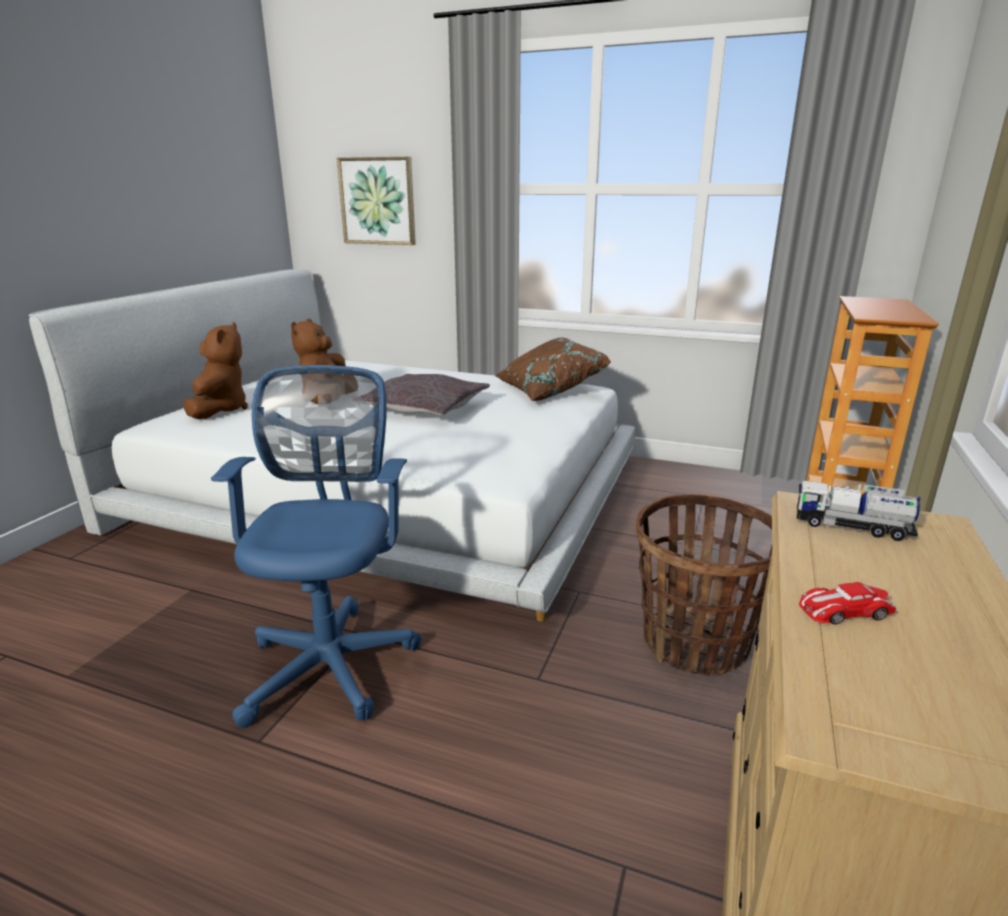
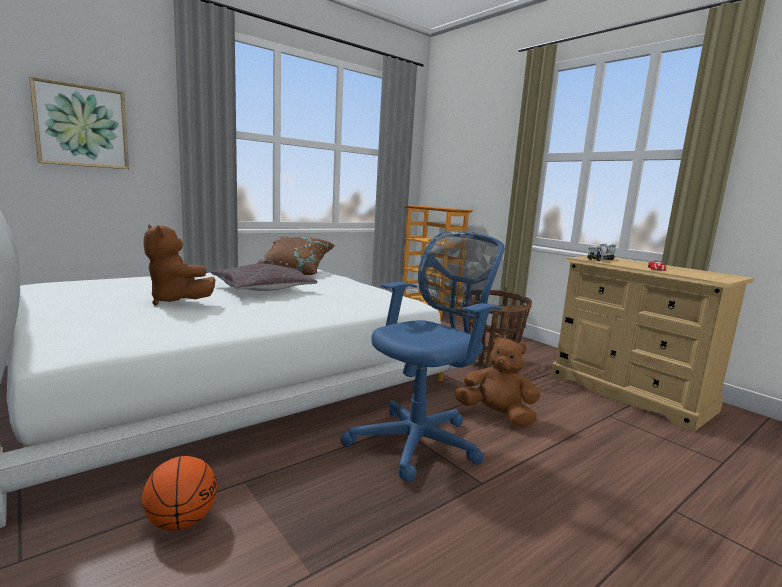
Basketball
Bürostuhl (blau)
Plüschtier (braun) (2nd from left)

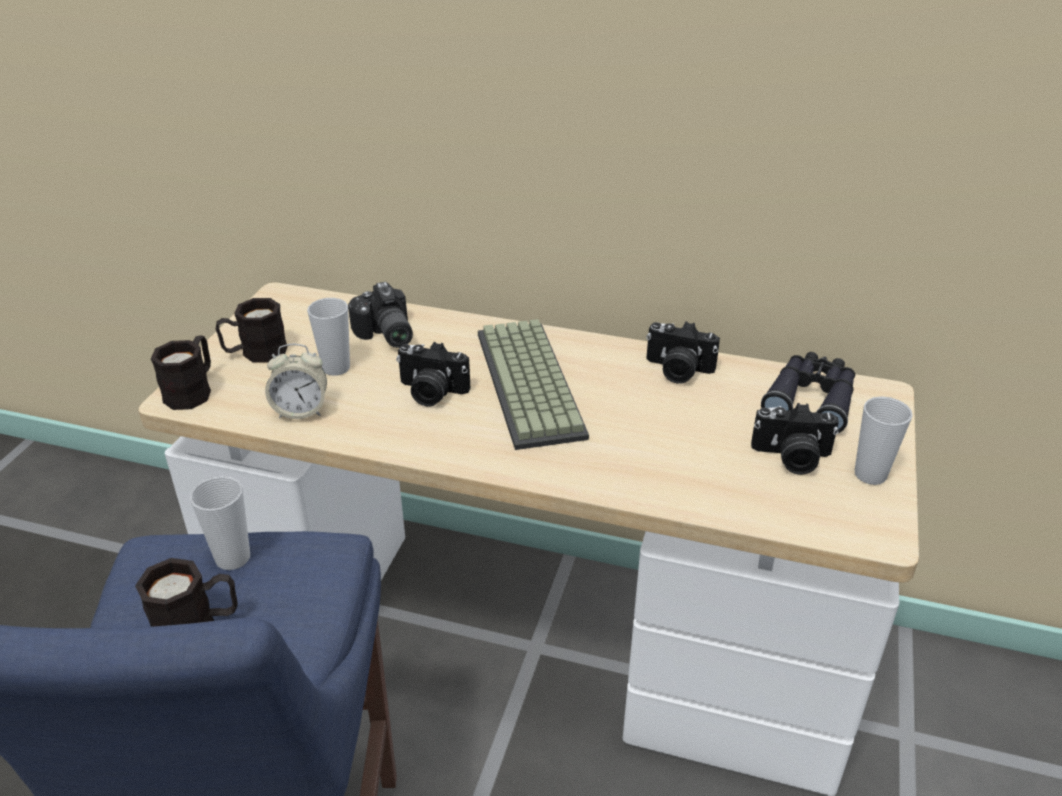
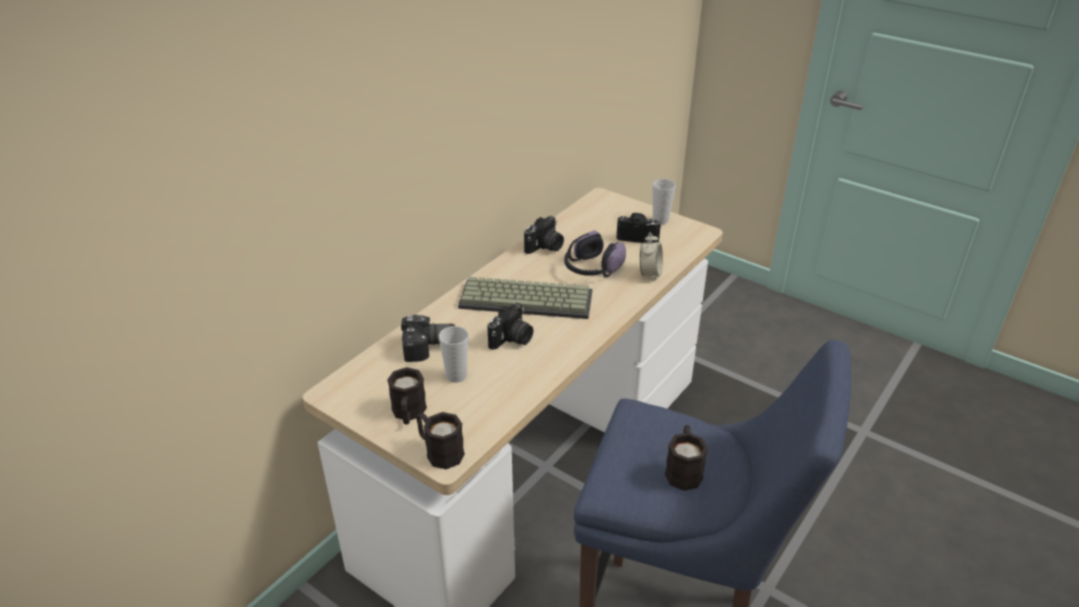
Kopfhörer
Kamera (4th from left)
Wecker
Tasse (1st from left in the first image)
Fernglas (schwarz)

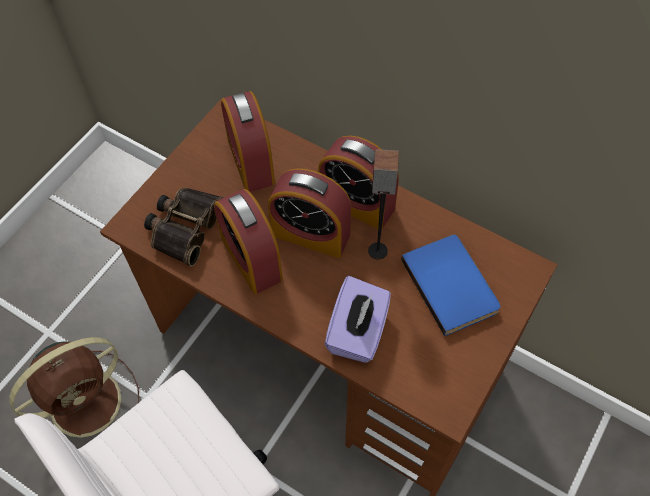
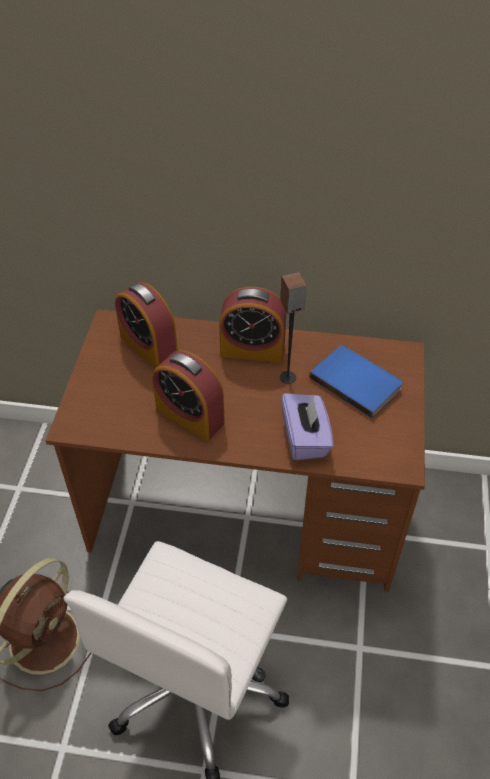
Fernglas
Wecker (3rd from left in the first image)

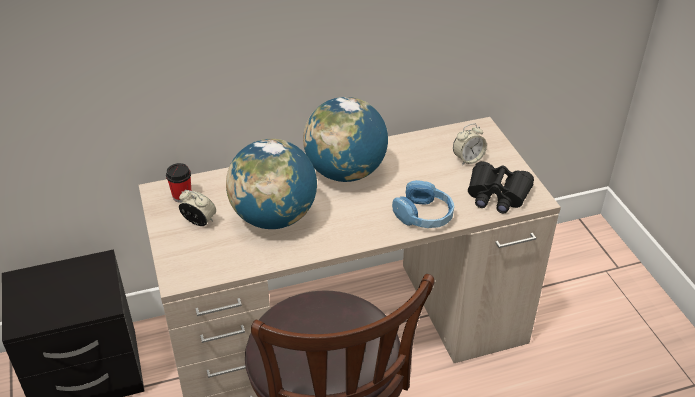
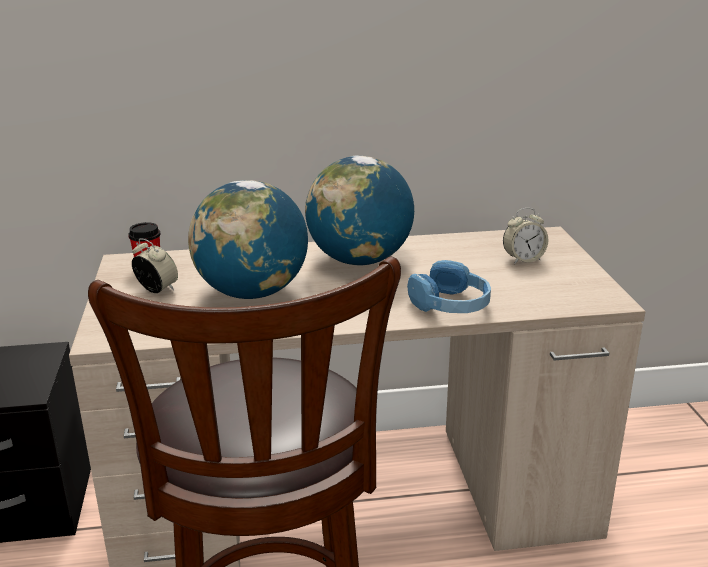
Fernglas (schwarz)

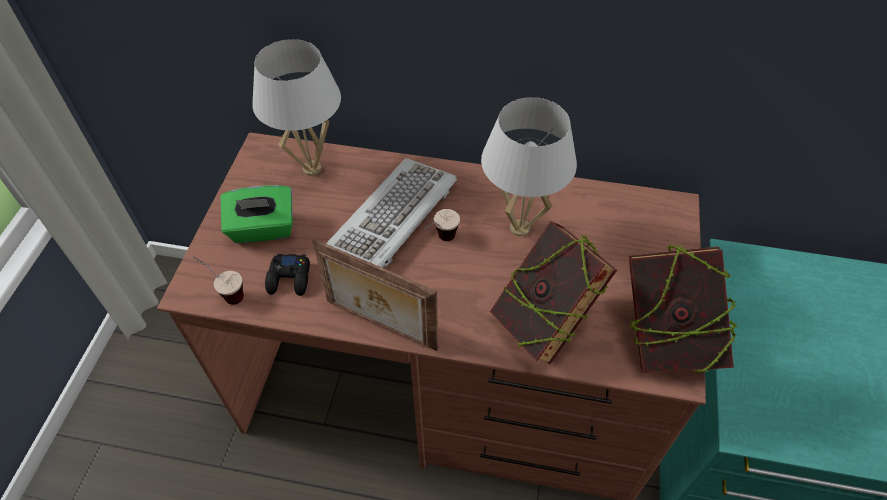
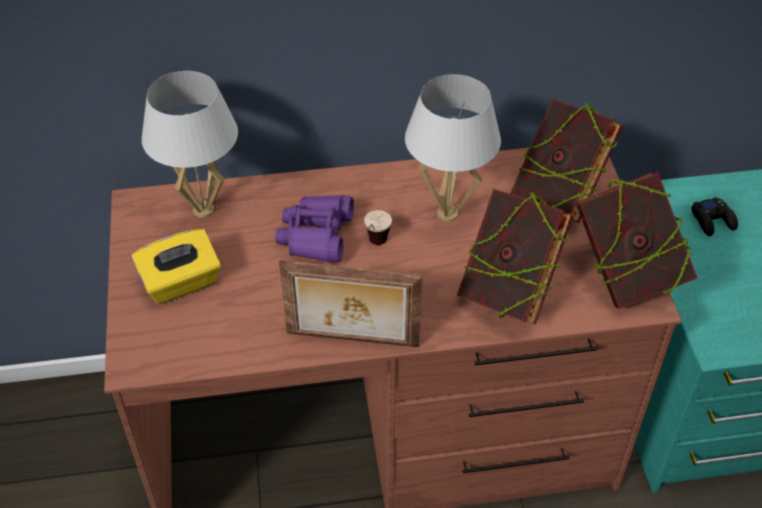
Taschentuchbox (gelb)
Fernglas (lila)
Buch (2nd from left)
Gamepad (schwarz)
Tasse (1st from left in the first image)

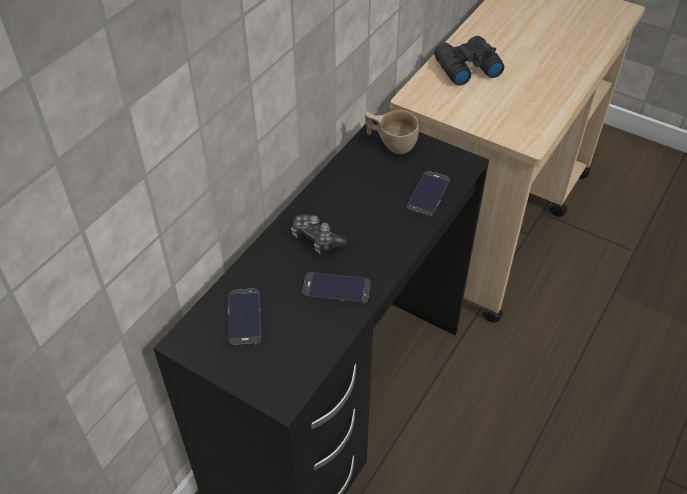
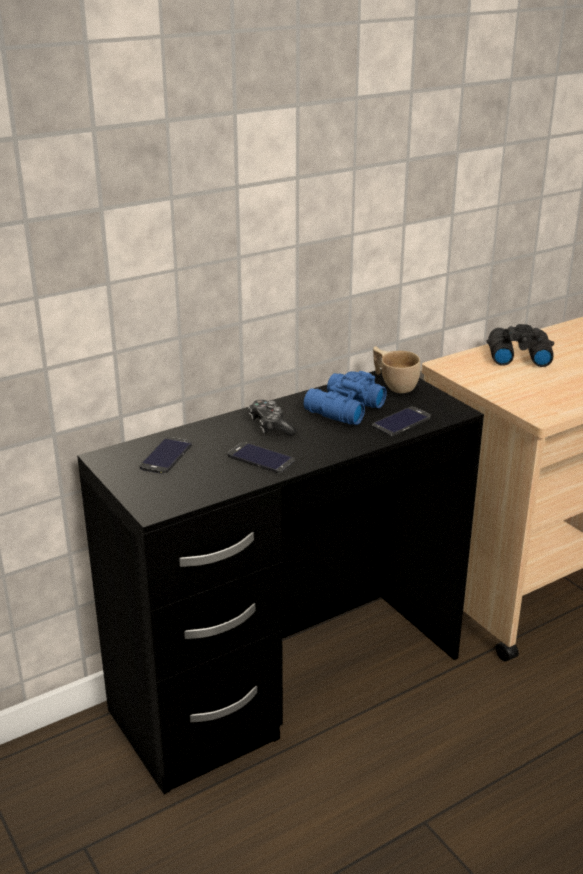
Fernglas (blau)

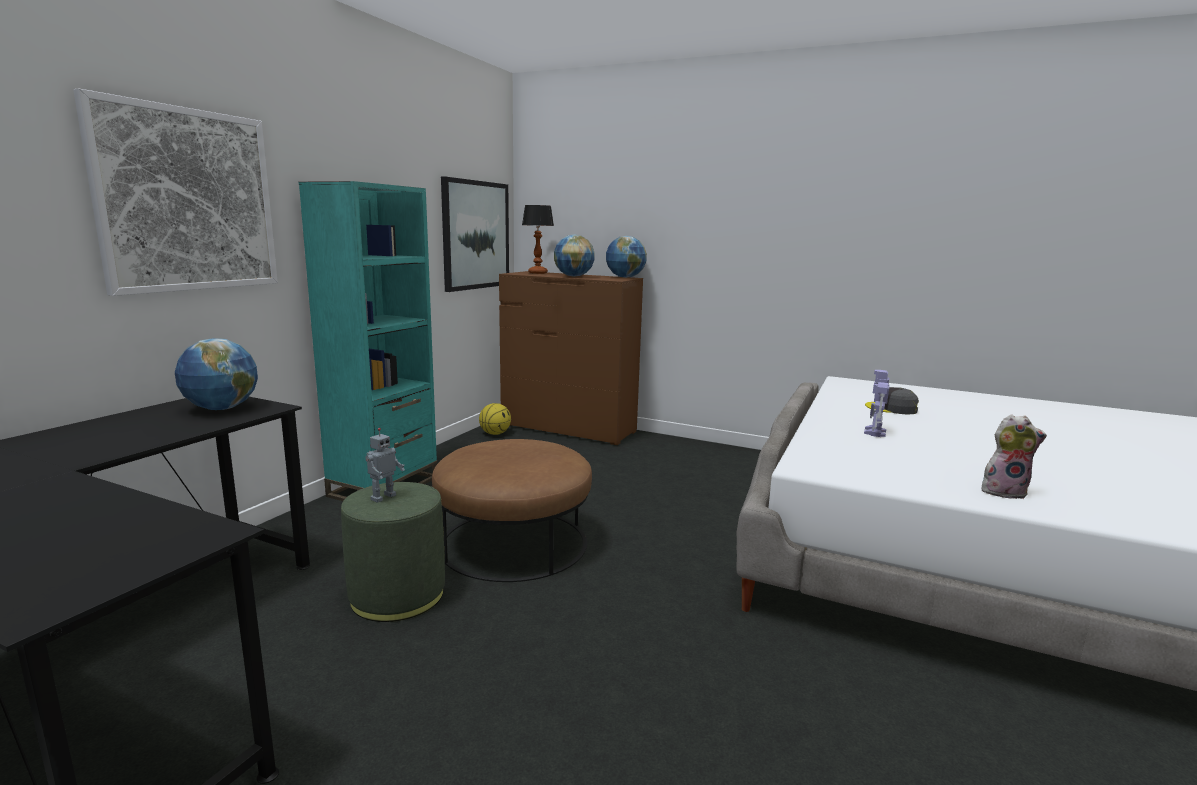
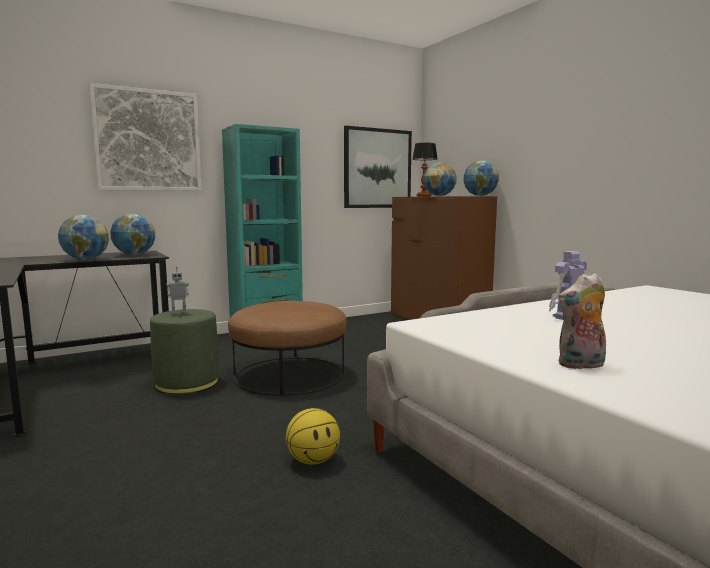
Globus (1st from left)
Basketball
Plüschtier
Kappe (grau)

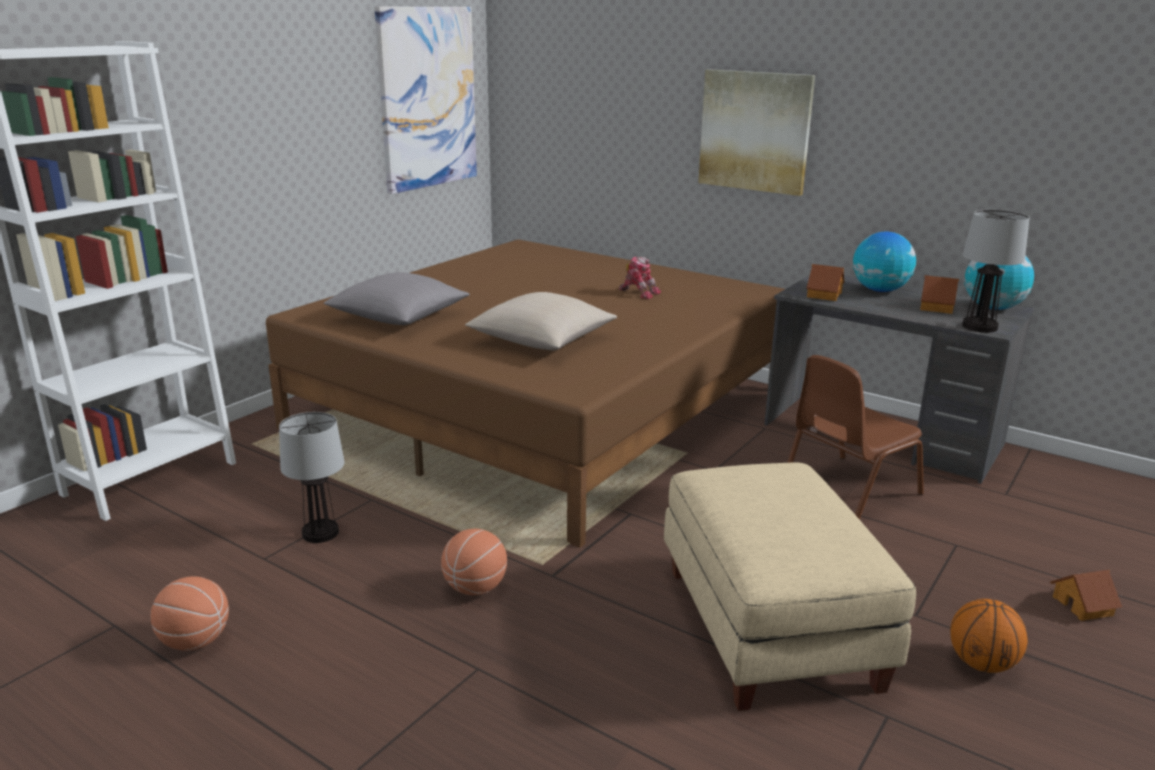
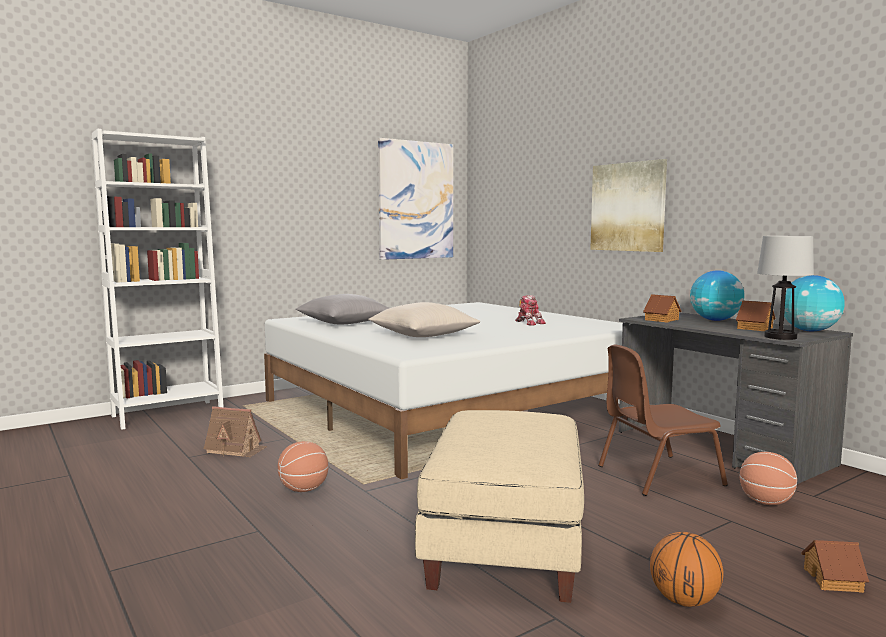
Spielzeughaus (1st from left)
Bett (weiß)
Basketball (3rd from left)

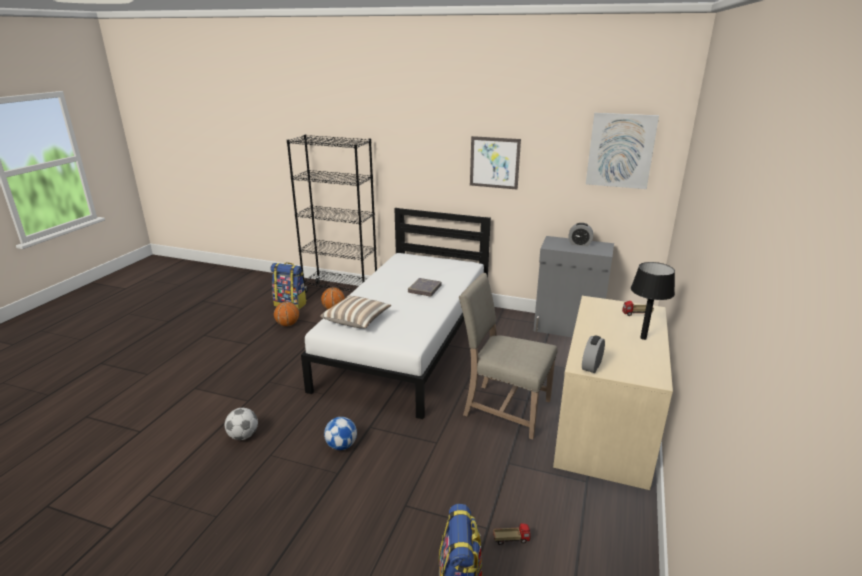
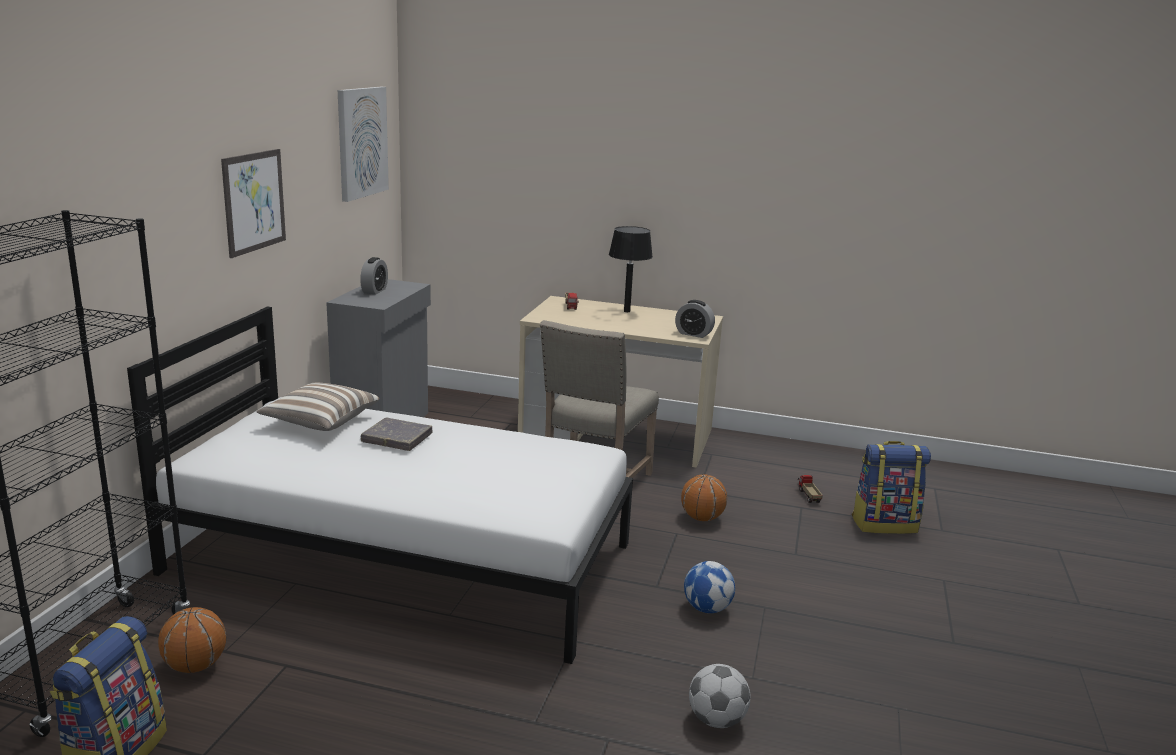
Kissen
Basketball (2nd from left)

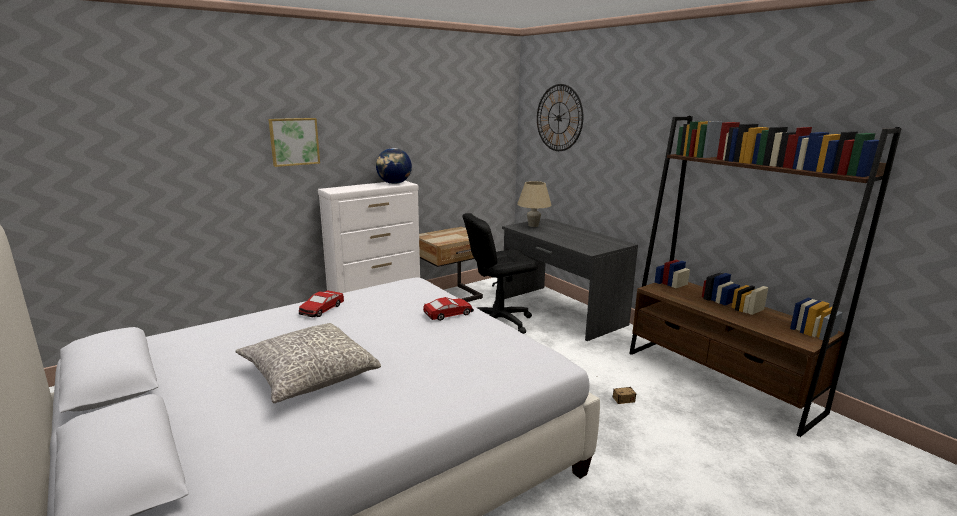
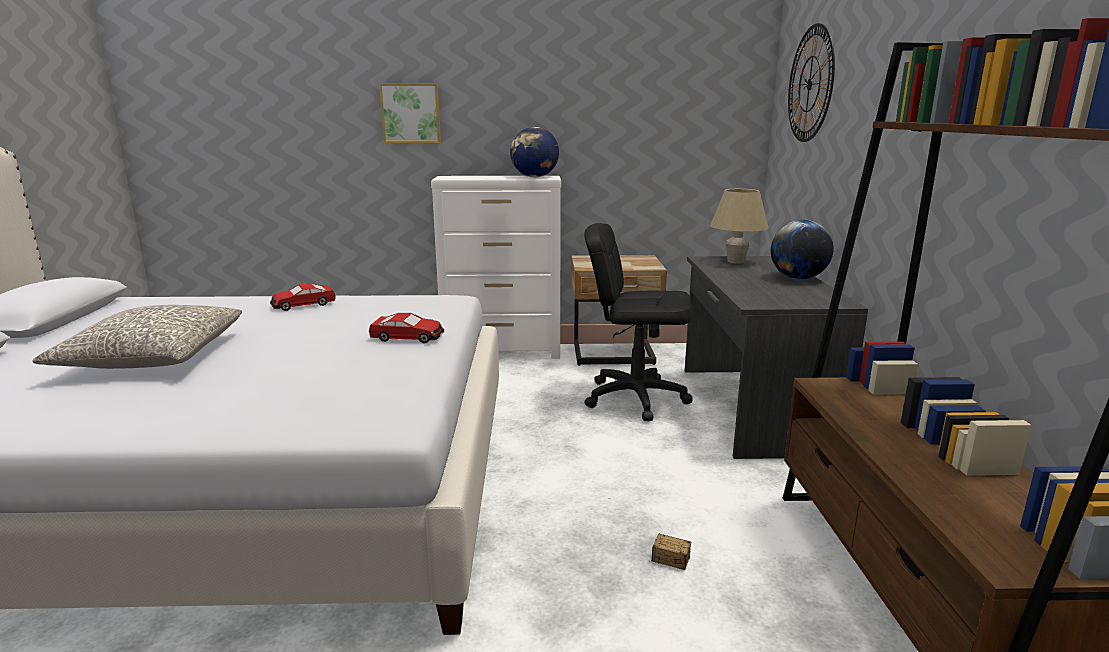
Globus (2nd from left)

